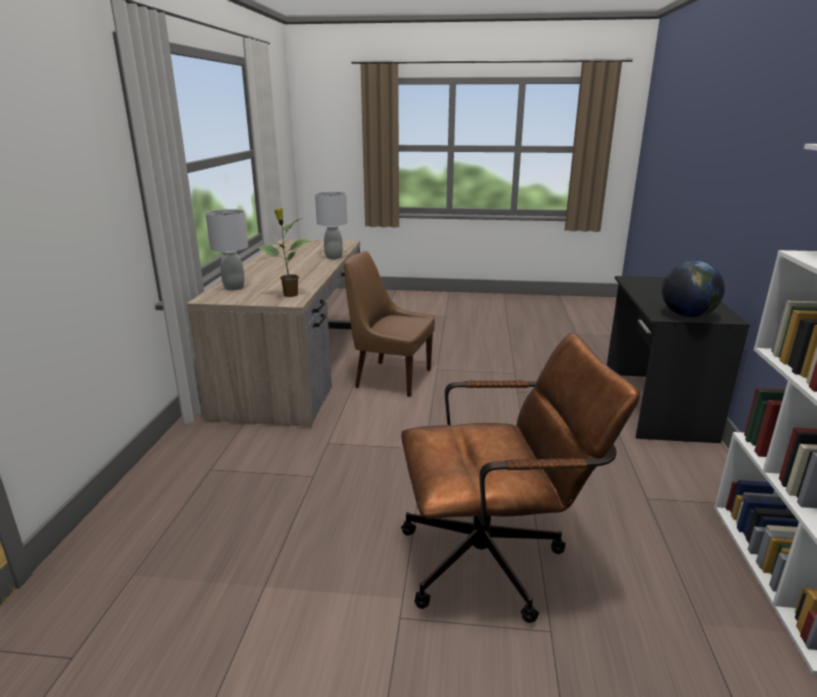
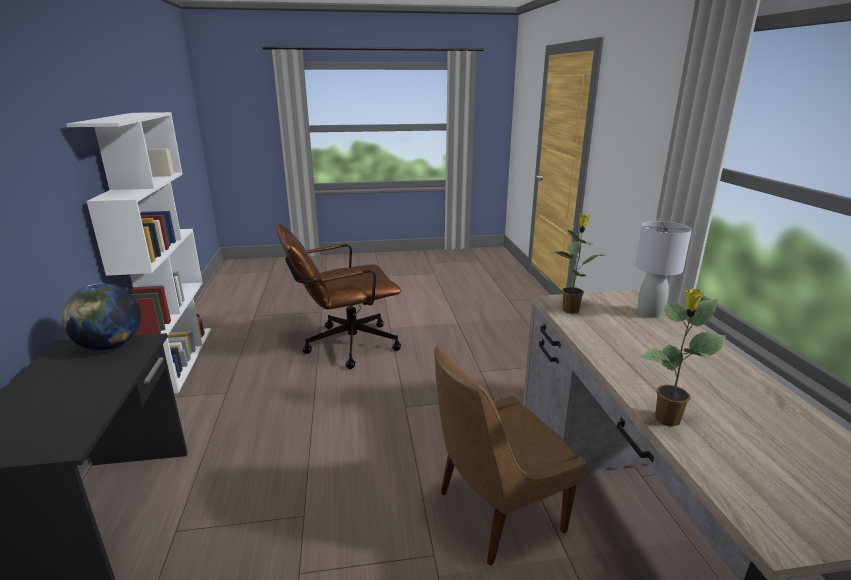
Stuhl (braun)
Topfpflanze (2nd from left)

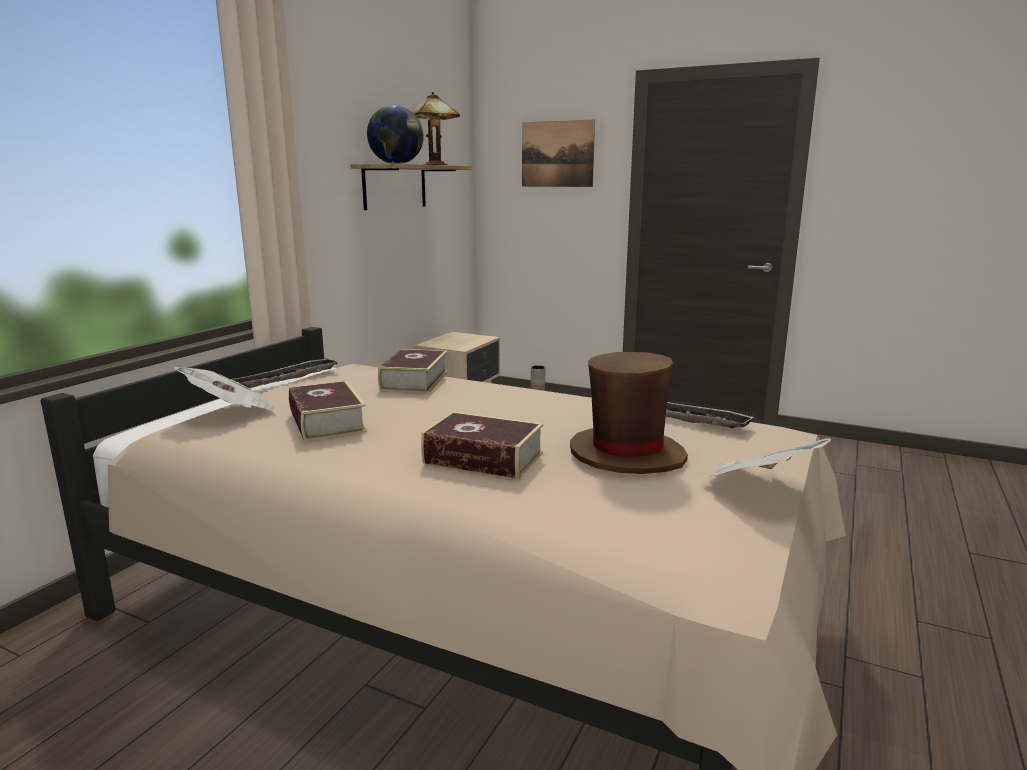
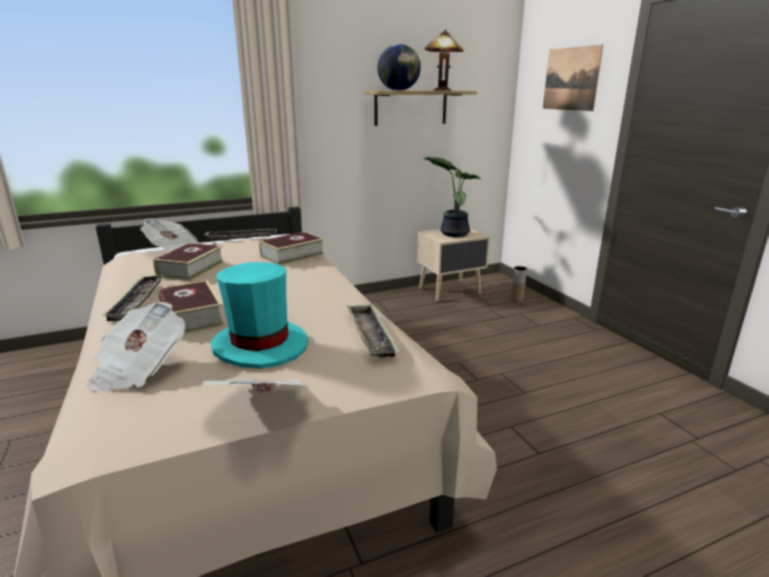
Zeitung (1st from left)
Tablett (1st from left)
Hut (türkis)
Topfpflanze

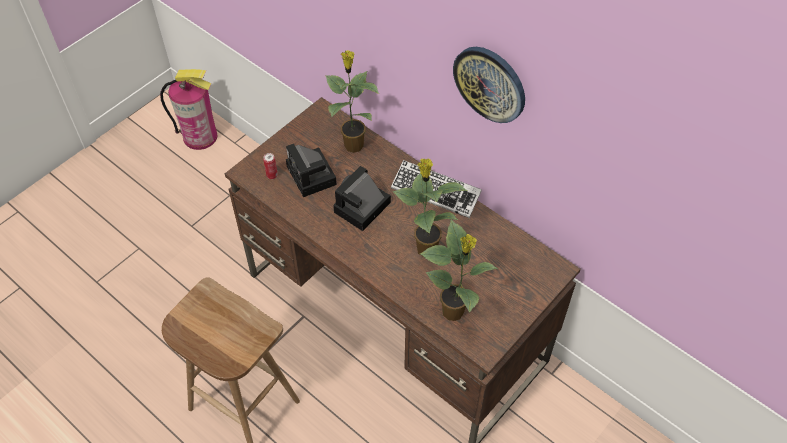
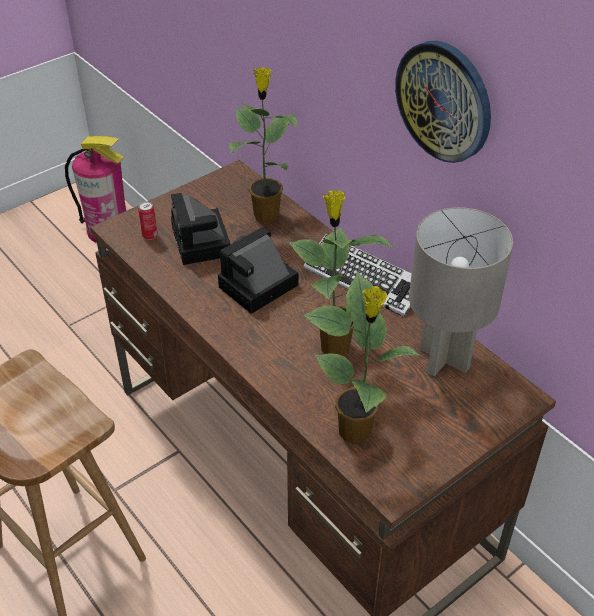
Tischlampe (grau)

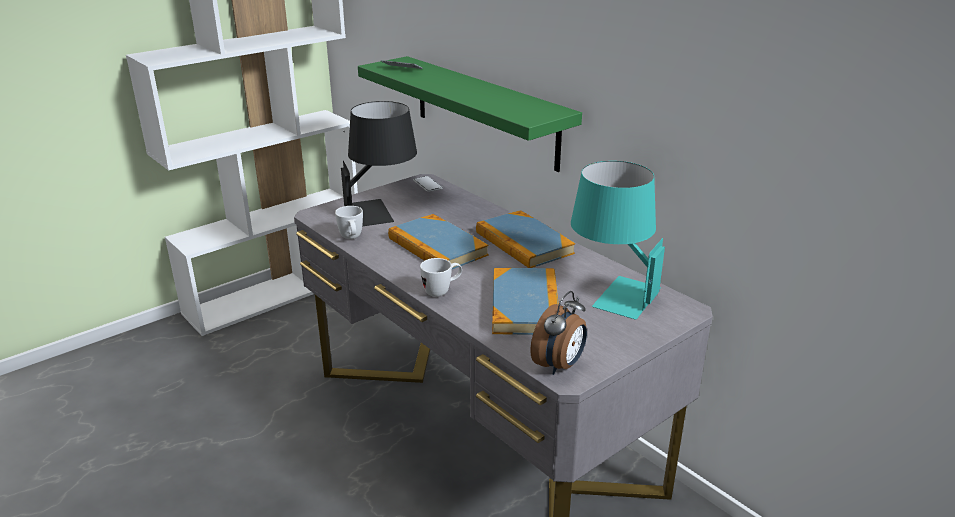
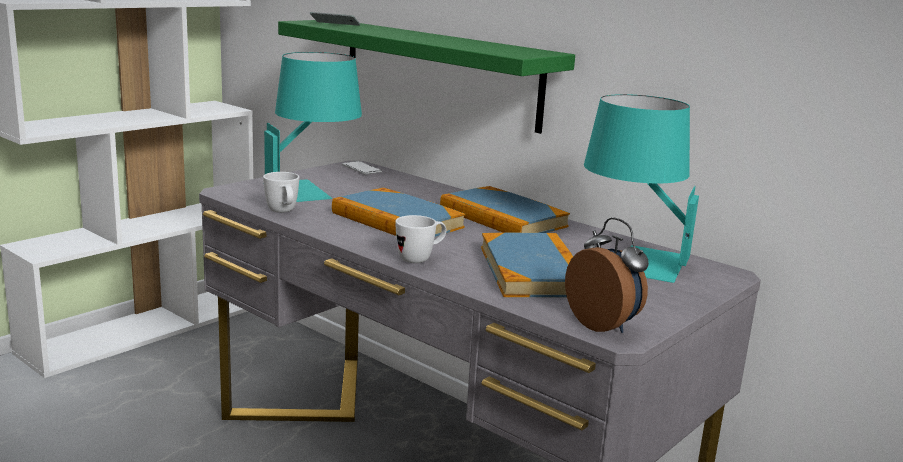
Tischlampe (türkis) (1st from left)
Wecker

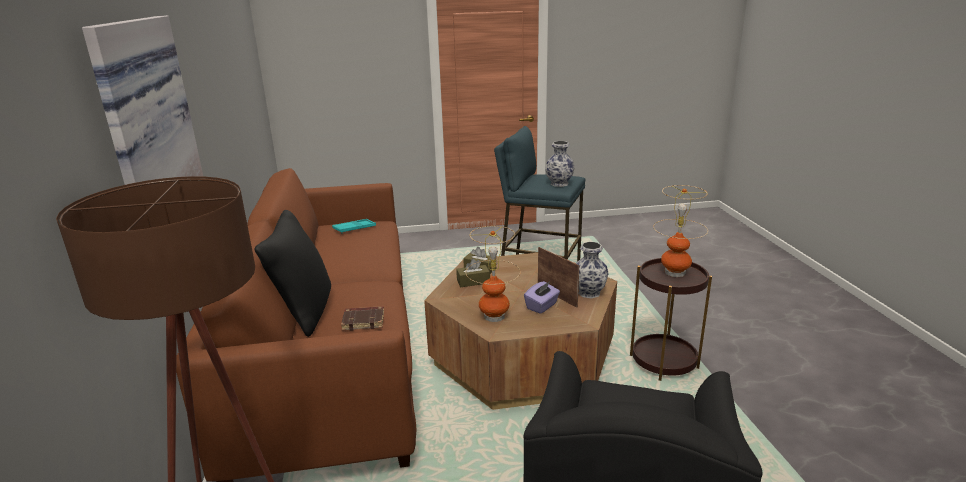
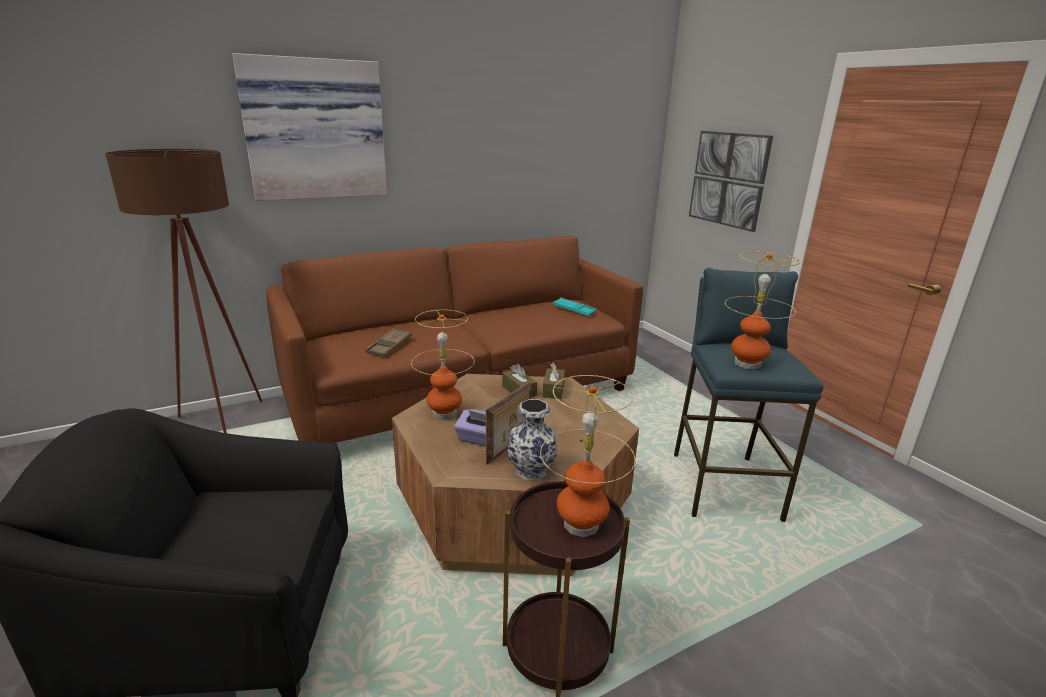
Tablett (braun)
Bild (2nd from left)
Tischlampe (3rd from left)
Kissen (schwarz)

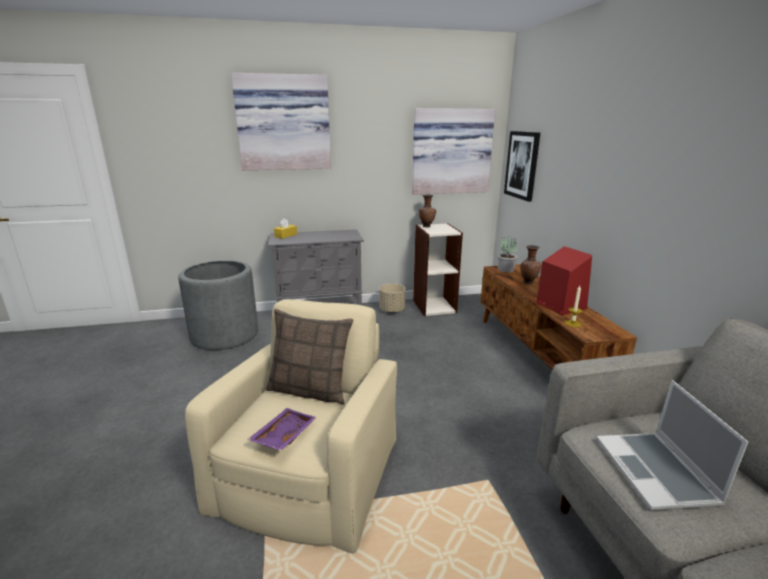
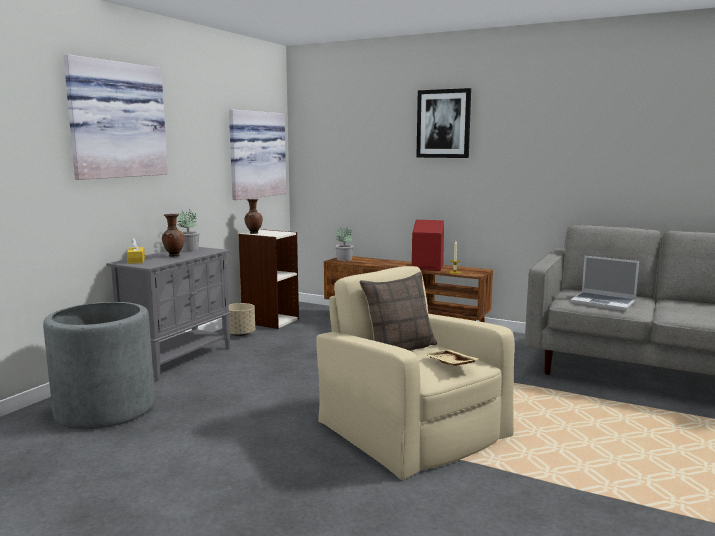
Vase (braun) (1st from left)
Topfpflanze (1st from left)
Bild (3rd from left)
Tablett (beige)

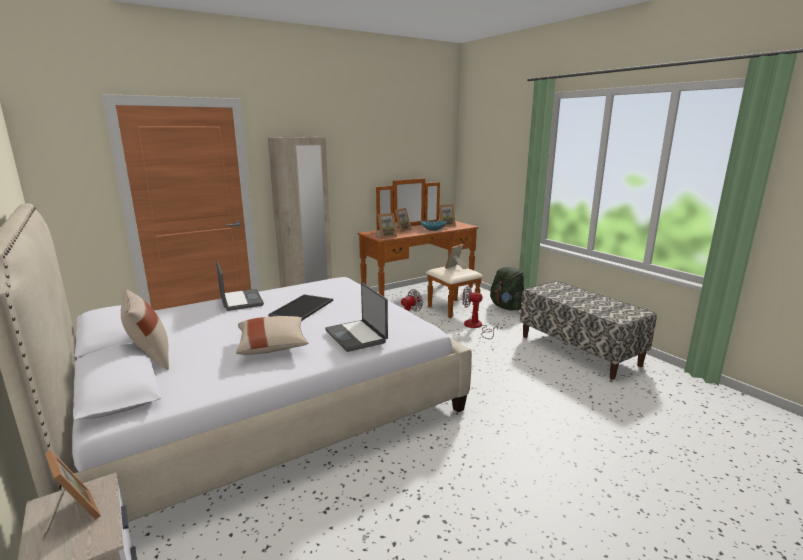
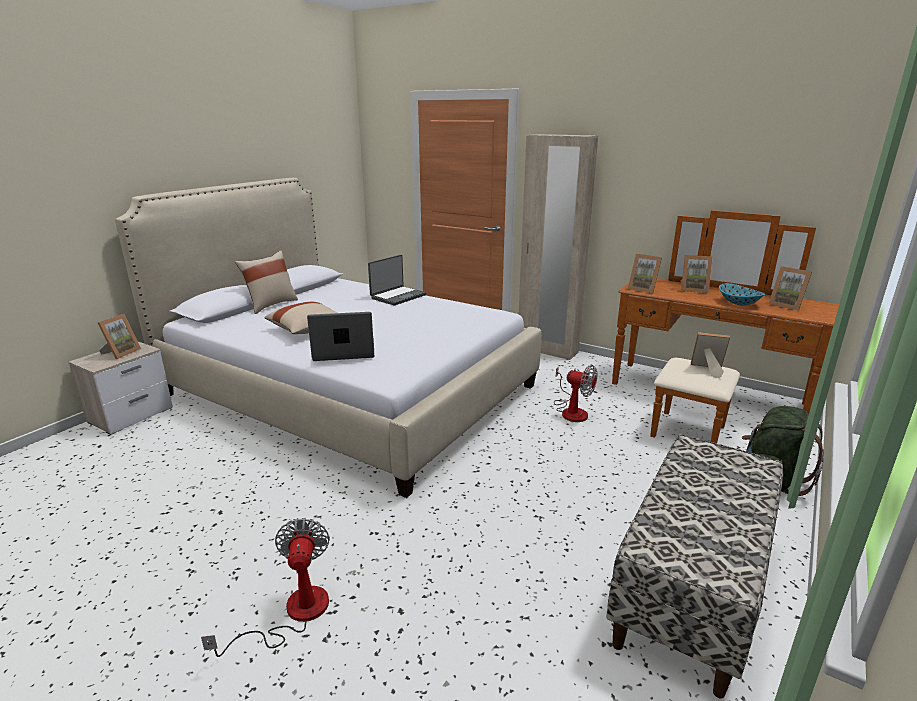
Ventilator (1st from left)
Laptop (1st from left)
Tablett

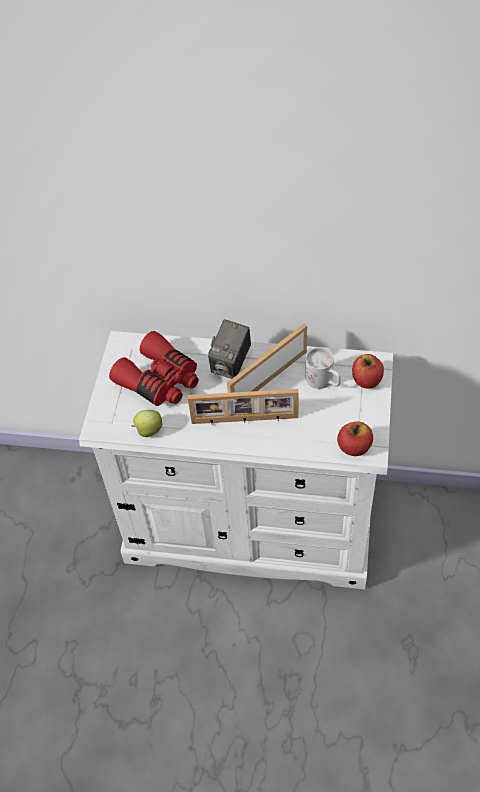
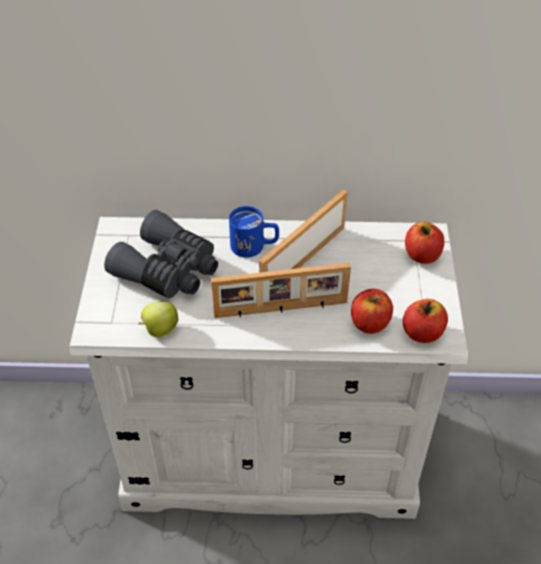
Fernglas (grau)
Henkelbecher (blau)
Apfel (2nd from left)
Henkelbecher (weiß)

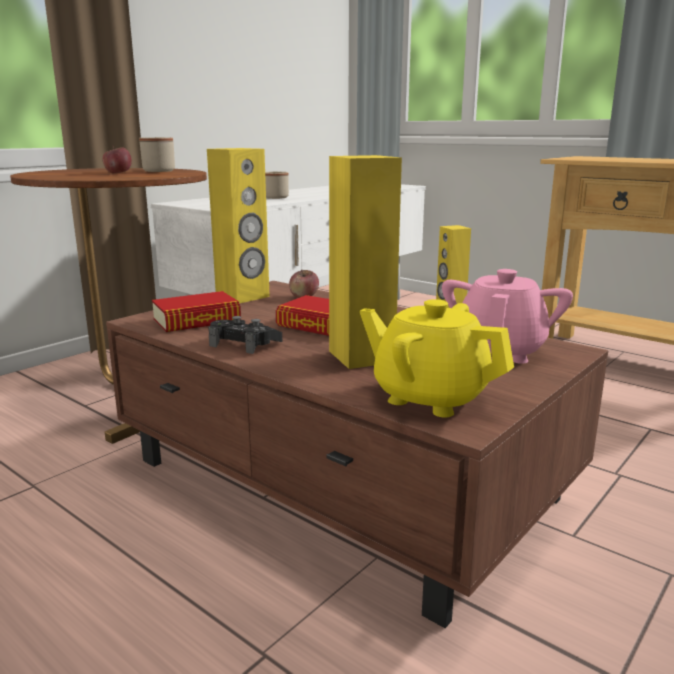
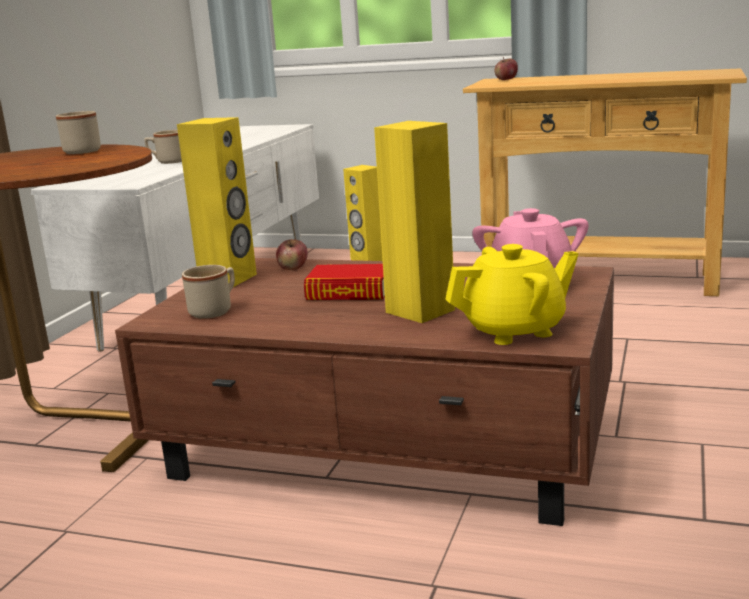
Henkelbecher (beige) (3rd from left)
Teekanne (gelb)
Apfel (2nd from left)
Gamepad (schwarz)

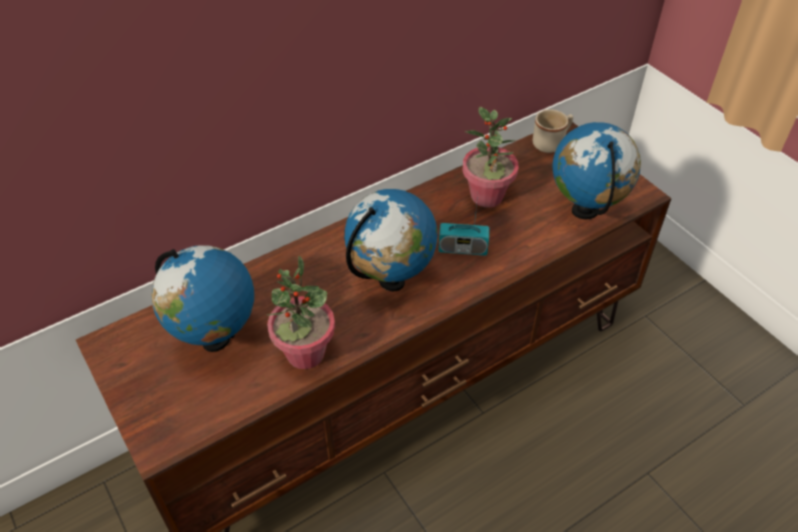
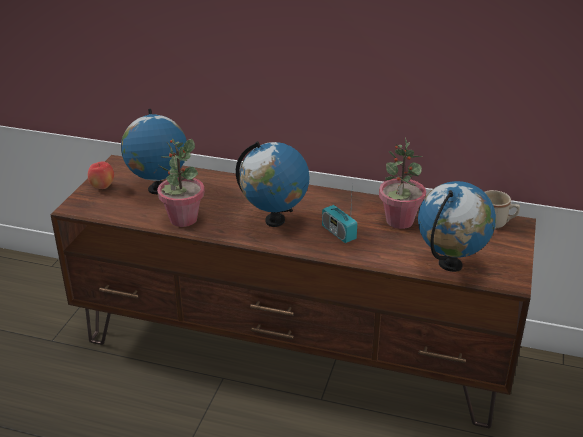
Apfel

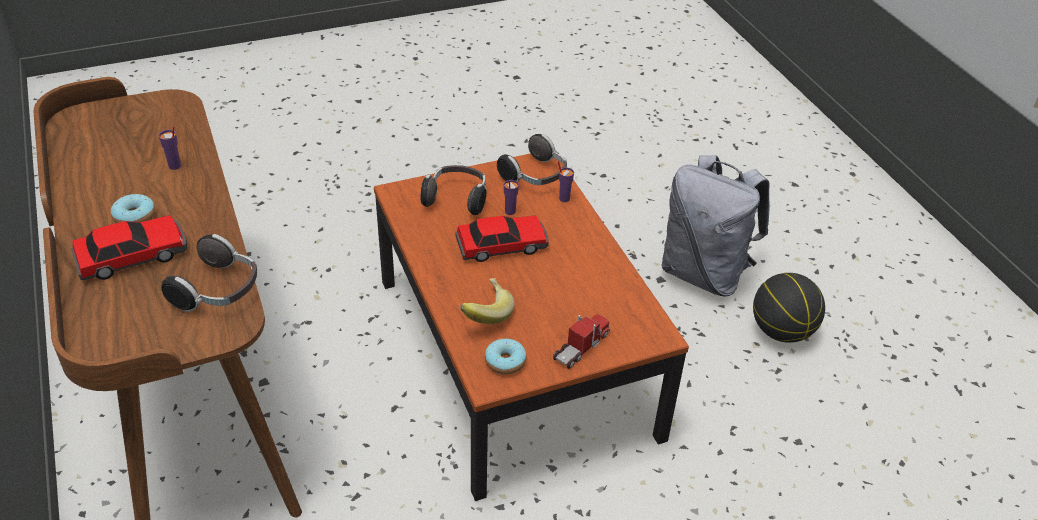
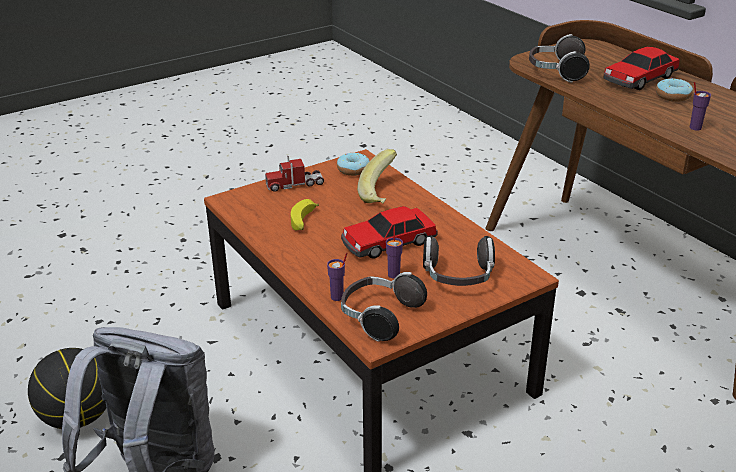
Spielzeuglaster
Banane (1st from left)

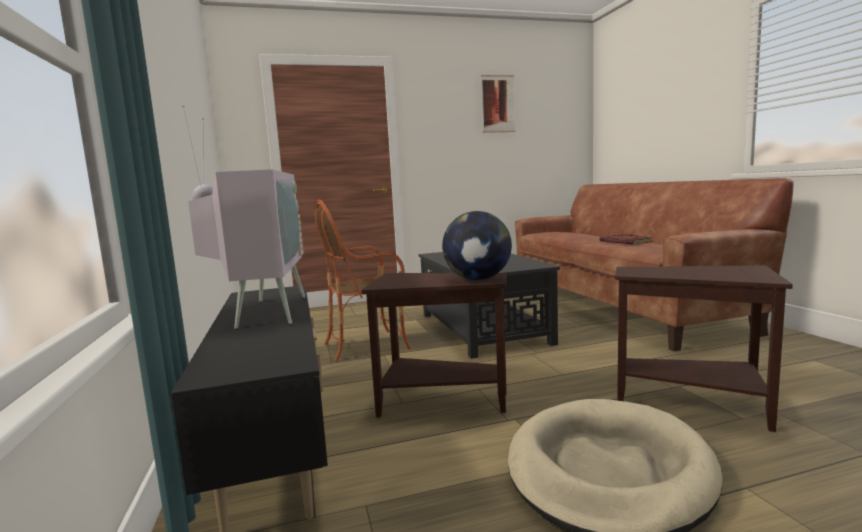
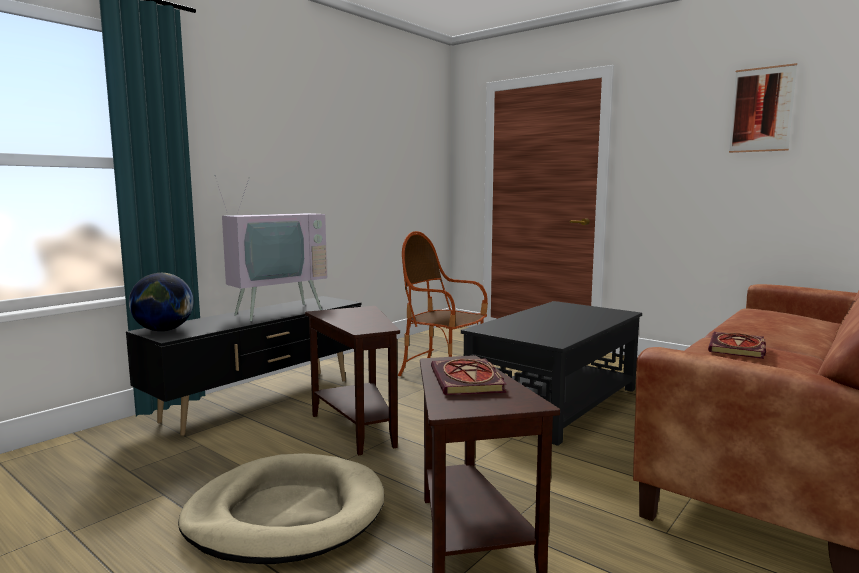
Globus
Buch (1st from left)

